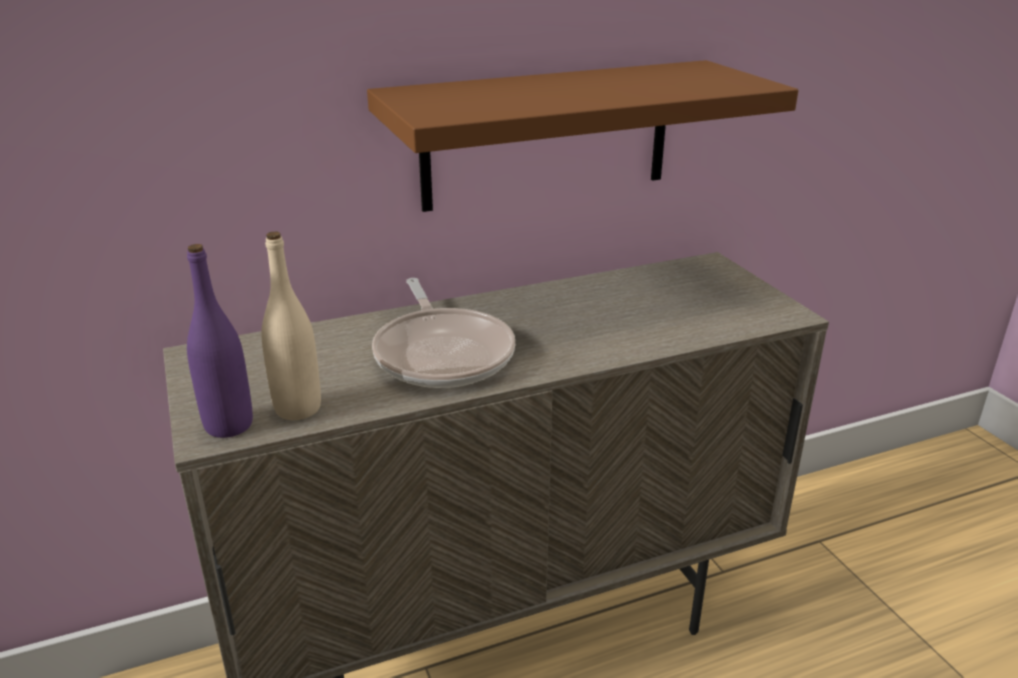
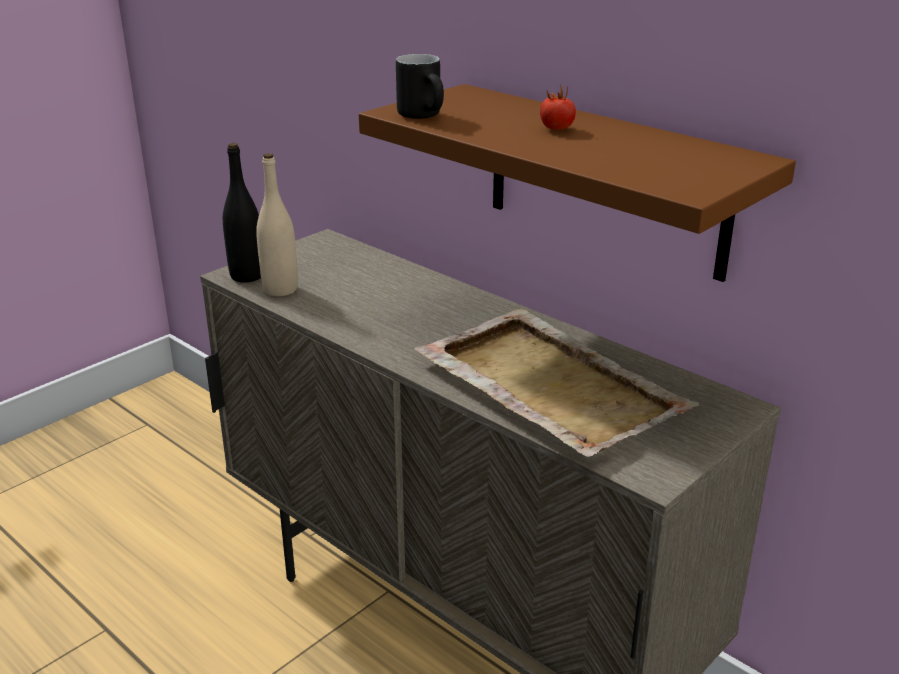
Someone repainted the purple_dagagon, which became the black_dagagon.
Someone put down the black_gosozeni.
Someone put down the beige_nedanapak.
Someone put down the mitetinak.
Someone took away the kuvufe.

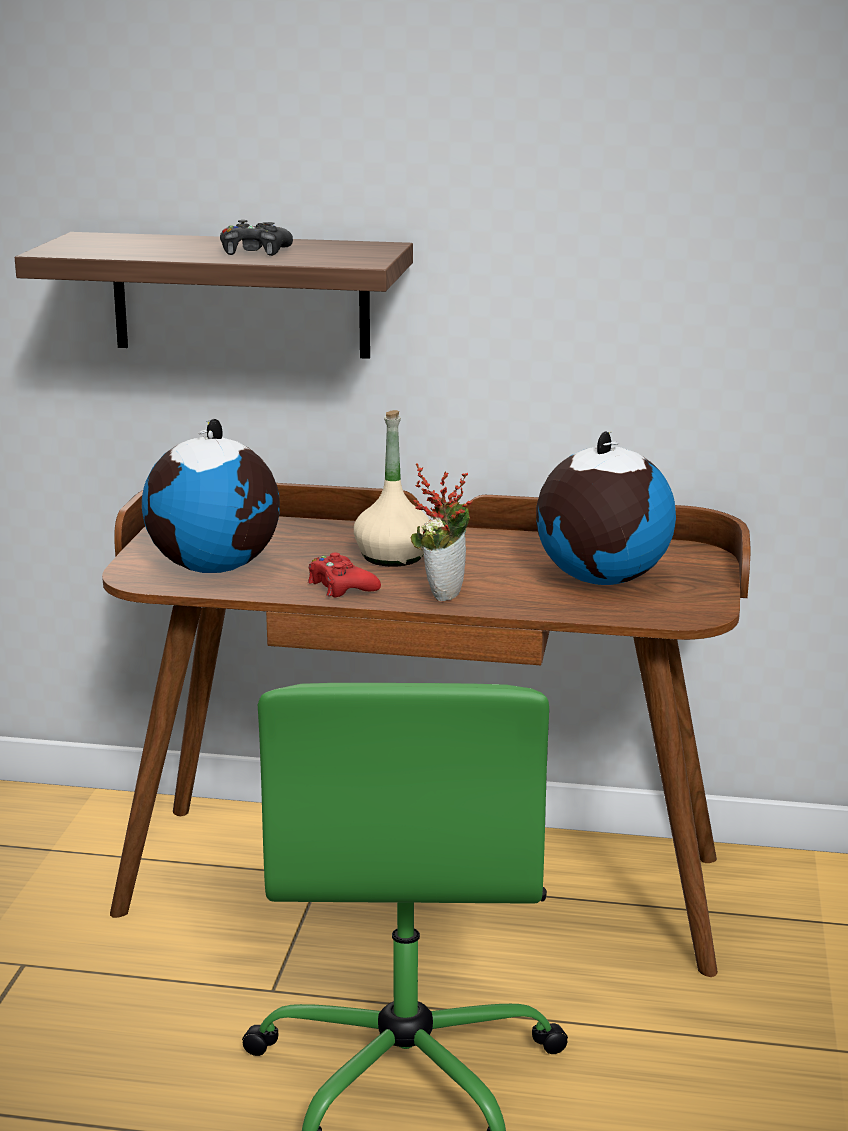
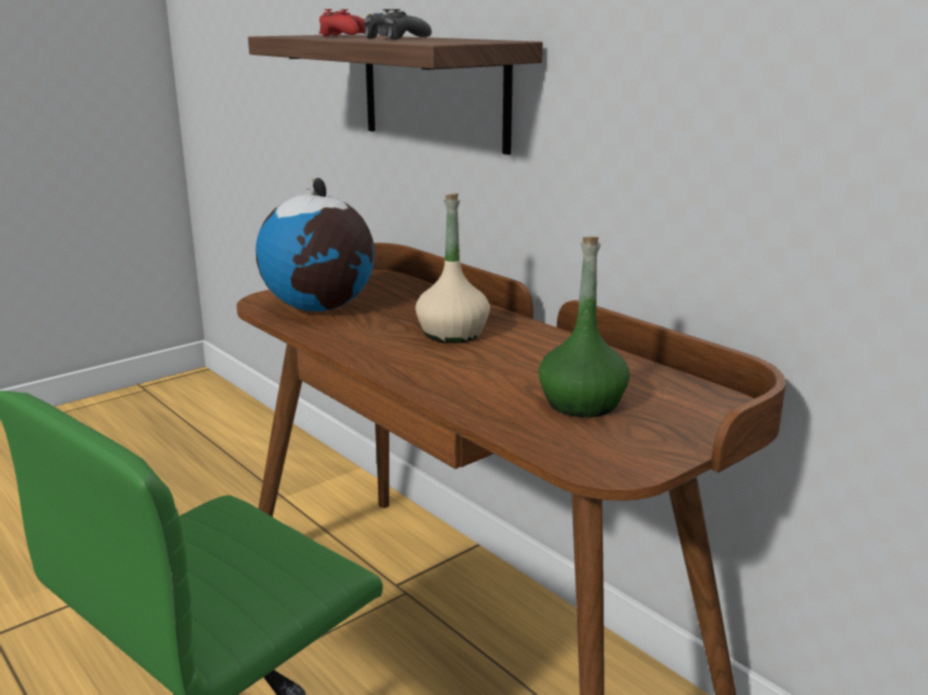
Someone carried the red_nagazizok.
Someone swapped the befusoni (2nd from left) for the green_dagagon.
Someone took away the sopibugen.

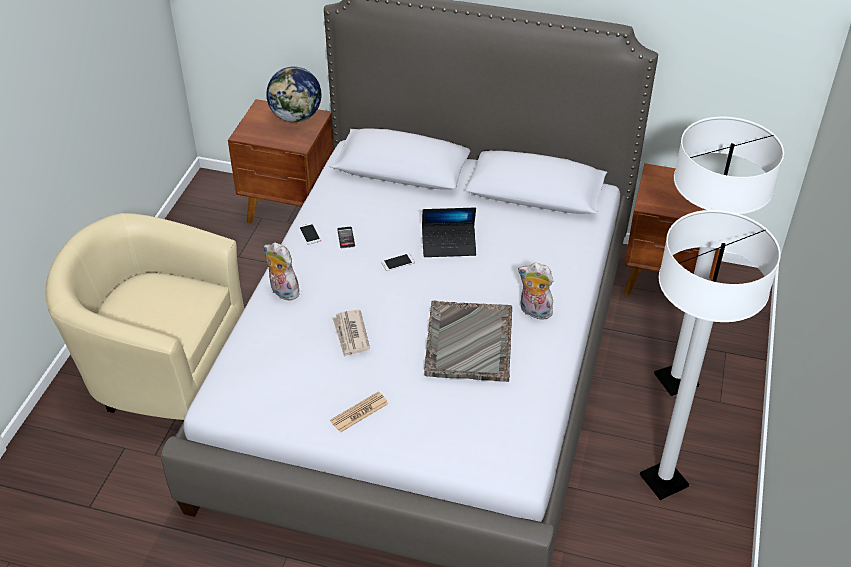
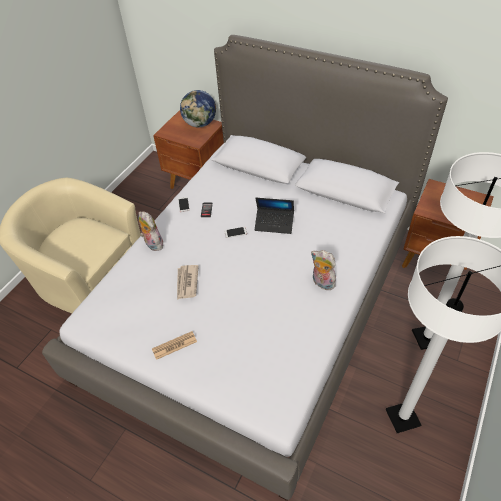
Someone took away the grey_nedanapak.

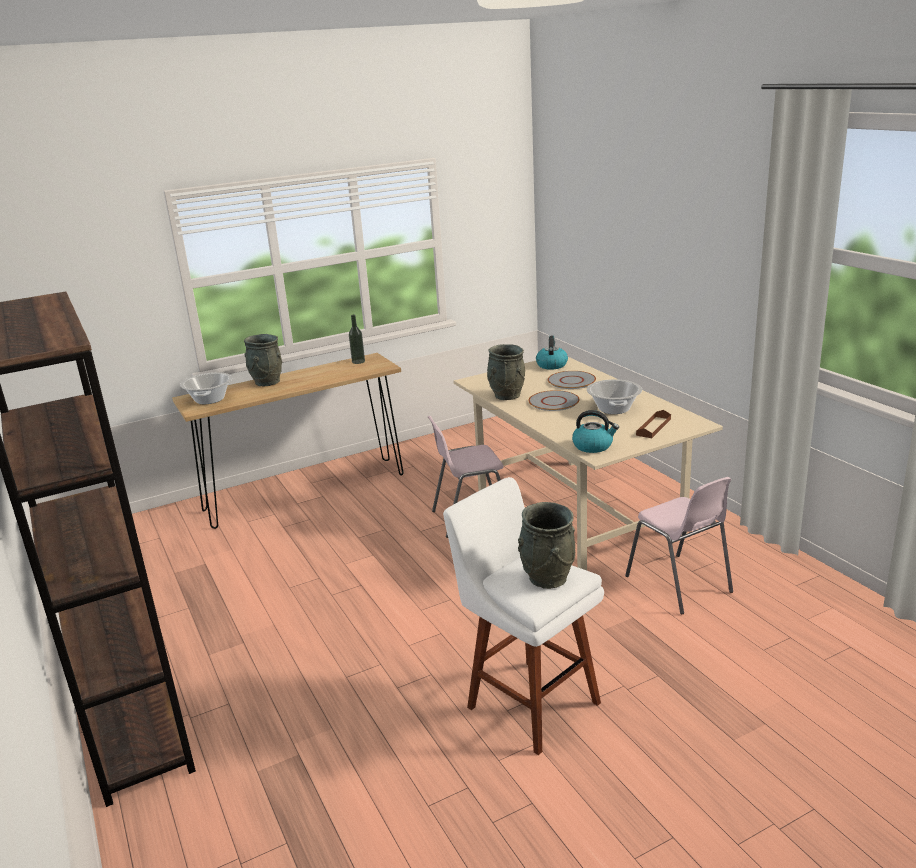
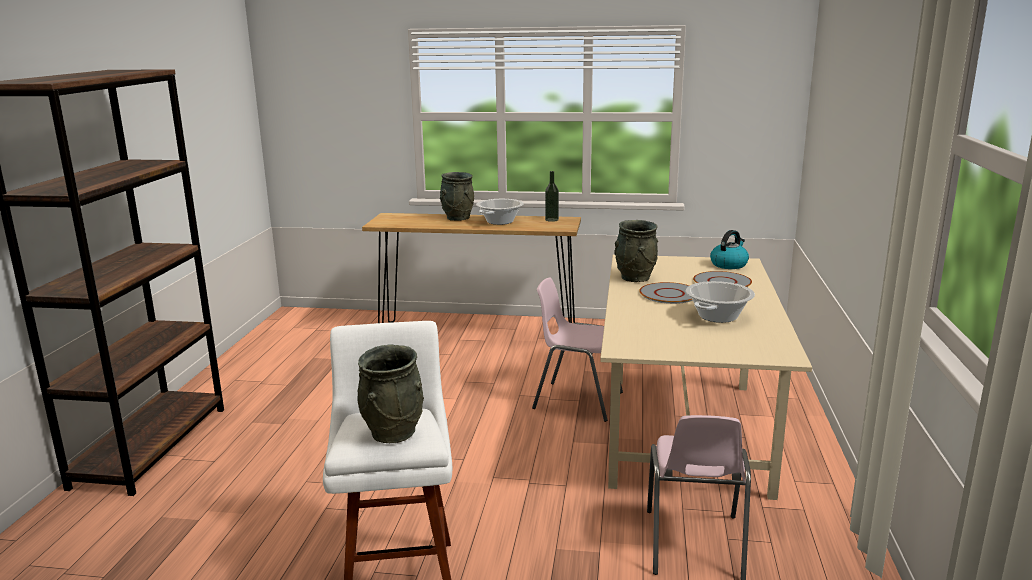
Someone carried the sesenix (1st from left).
Someone took away the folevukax (2nd from left).
Someone took away the brown_nedanapak.

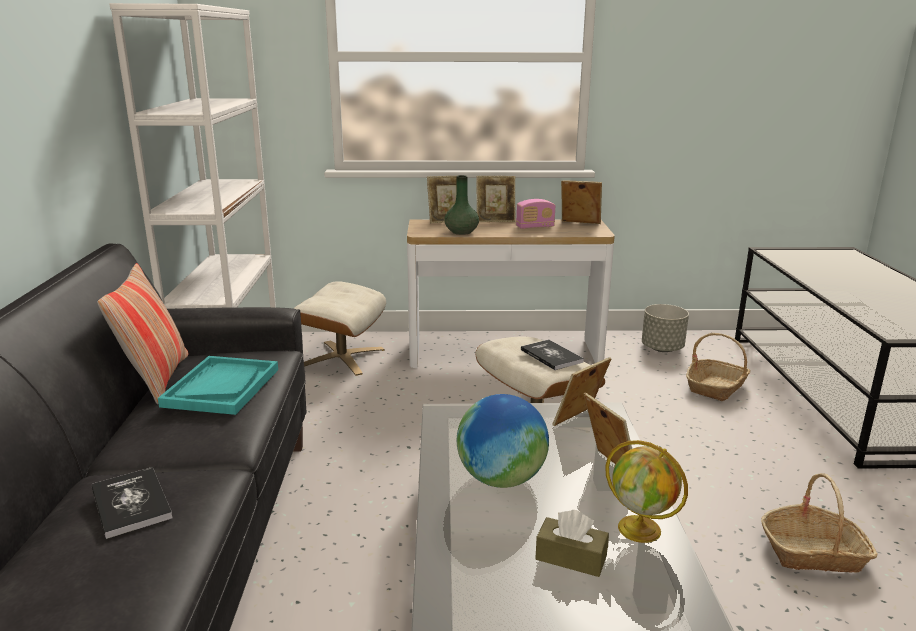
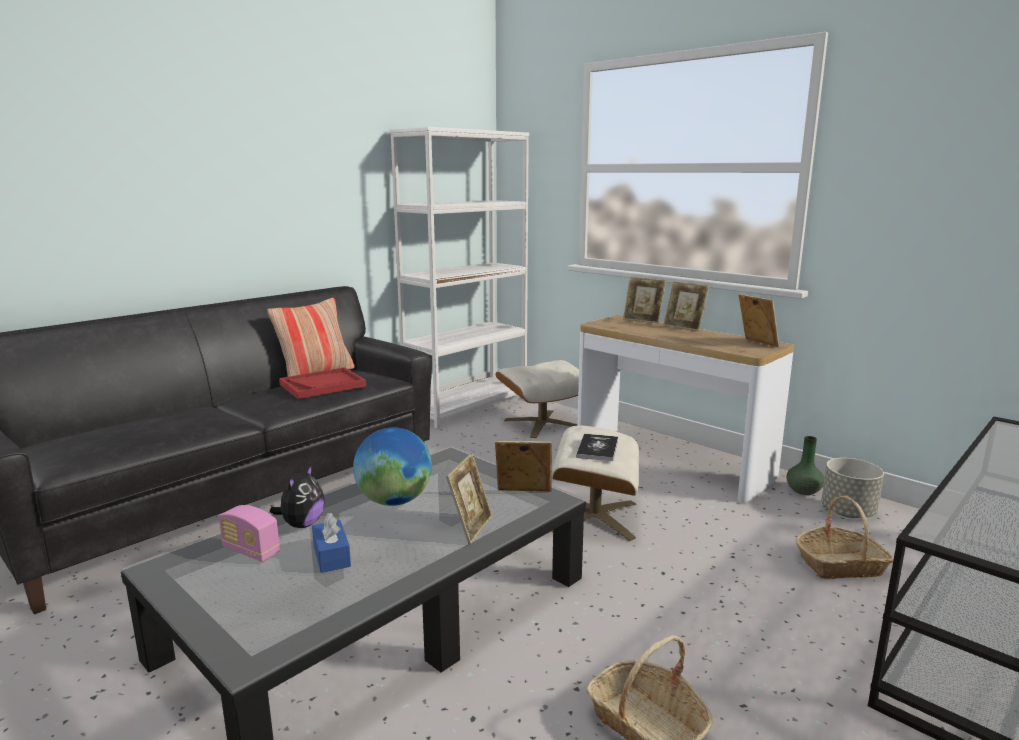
Someone carried the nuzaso.
Someone put down the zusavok.
Someone repainted the turquoise_nedanapak, which became the red_nedanapak.
Someone repainted the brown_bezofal, which became the blue_bezofal.
Someone carried the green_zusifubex.
Someone took away the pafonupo (1st from left).
Someone took away the befusoni (2nd from left).

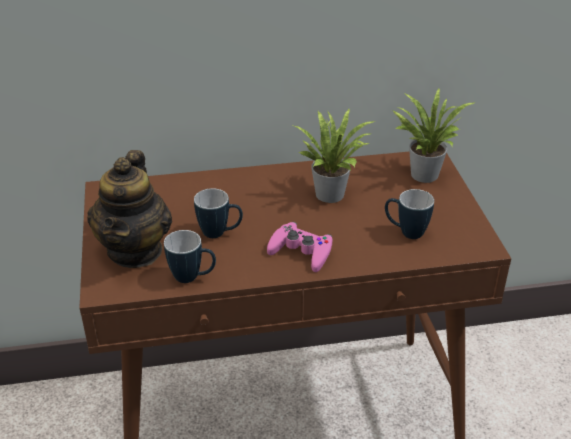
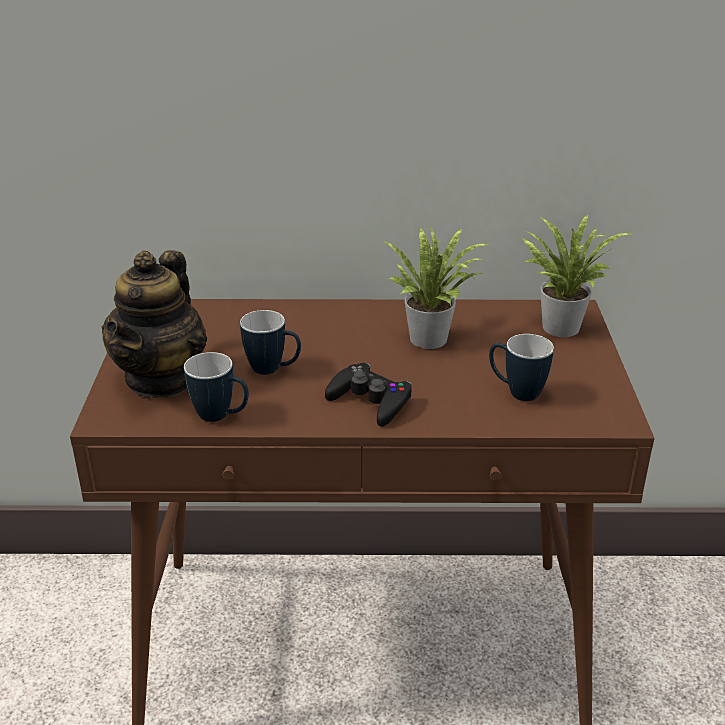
Someone repainted the pink_nagazizok, which became the black_nagazizok.

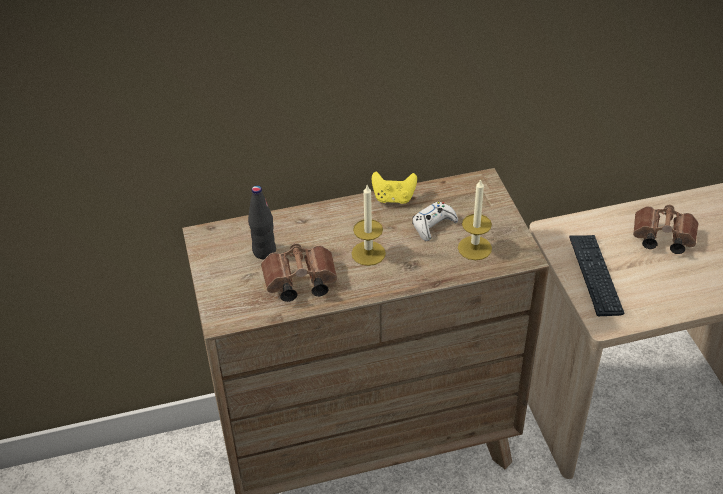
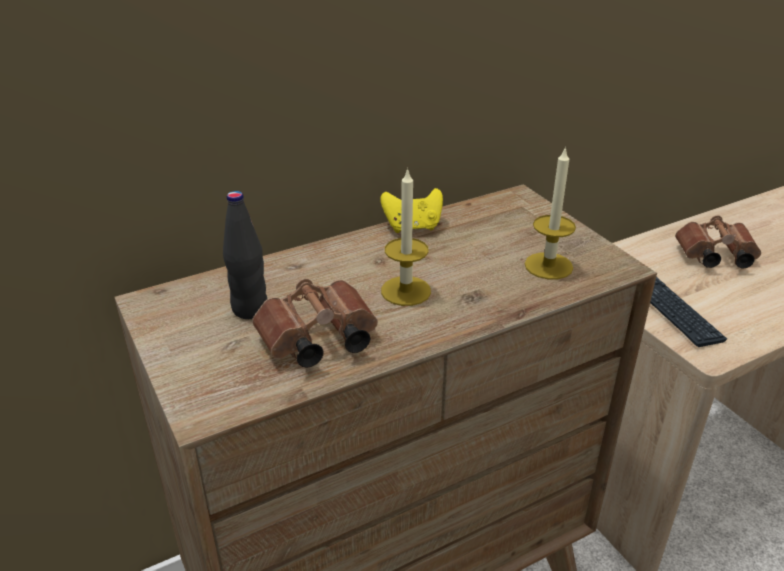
Someone took away the white_nagazizok.

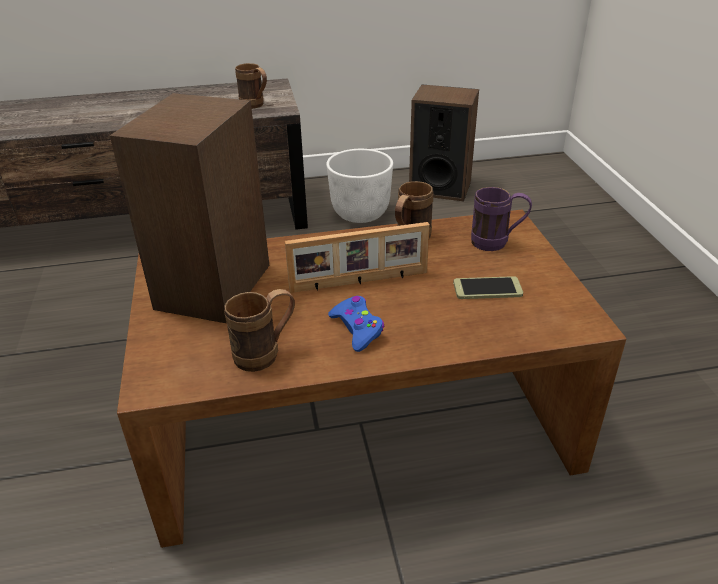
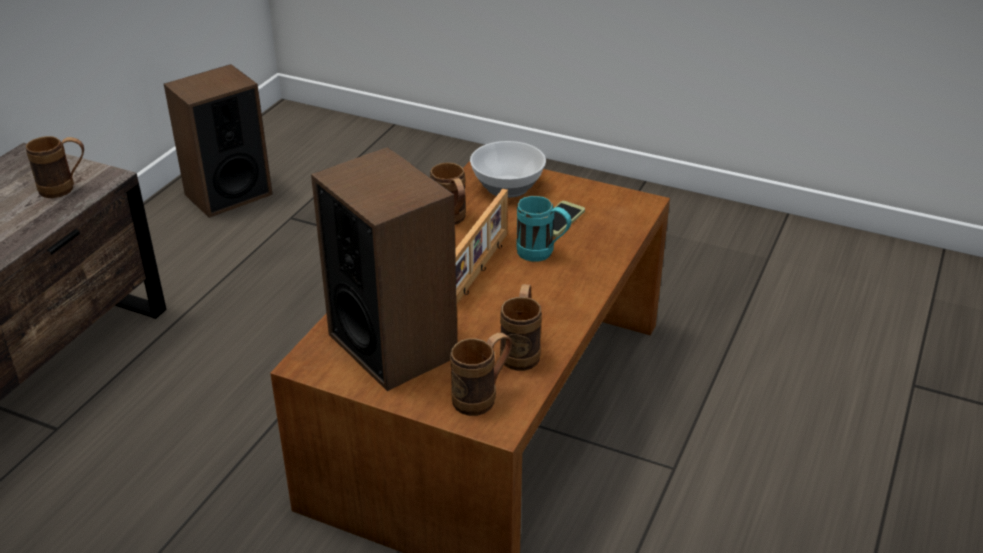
Someone put down the brown_gosozeni (3rd from left).
Someone swapped the purple_gosozeni for the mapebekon.
Someone put down the turquoise_gosozeni.
Someone took away the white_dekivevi.
Someone took away the blue_nagazizok.

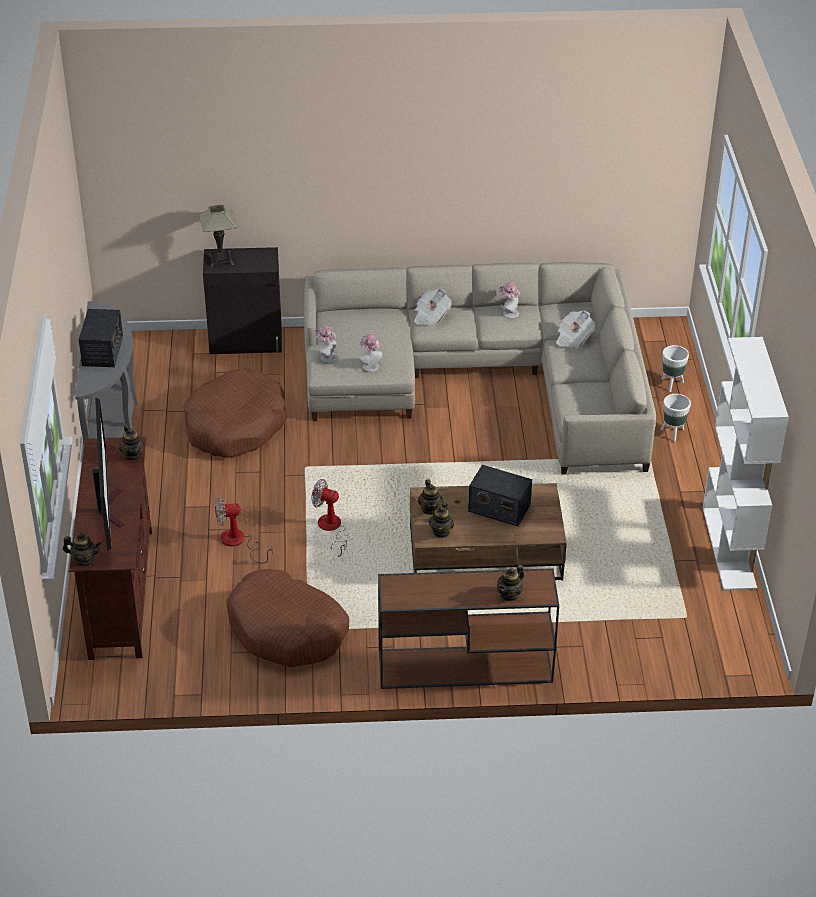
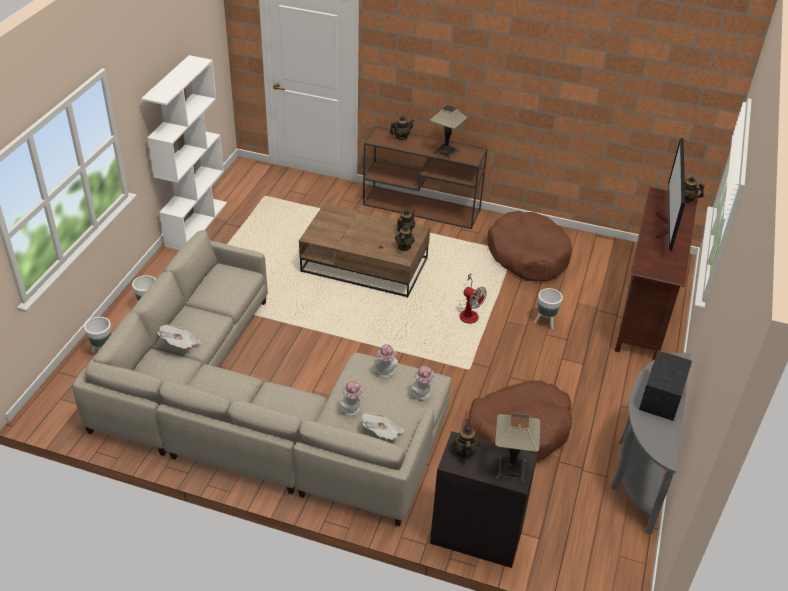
Someone carried the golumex (3rd from left in the first image).
Someone carried the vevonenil (1st from left in the first image).
Someone put down the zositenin (1st from left).
Someone carried the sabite (2nd from left in the first image).
Someone swapped the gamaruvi (1st from left) for the white_dekivevi (3rd from left).
Someone took away the nuzaso (2nd from left).

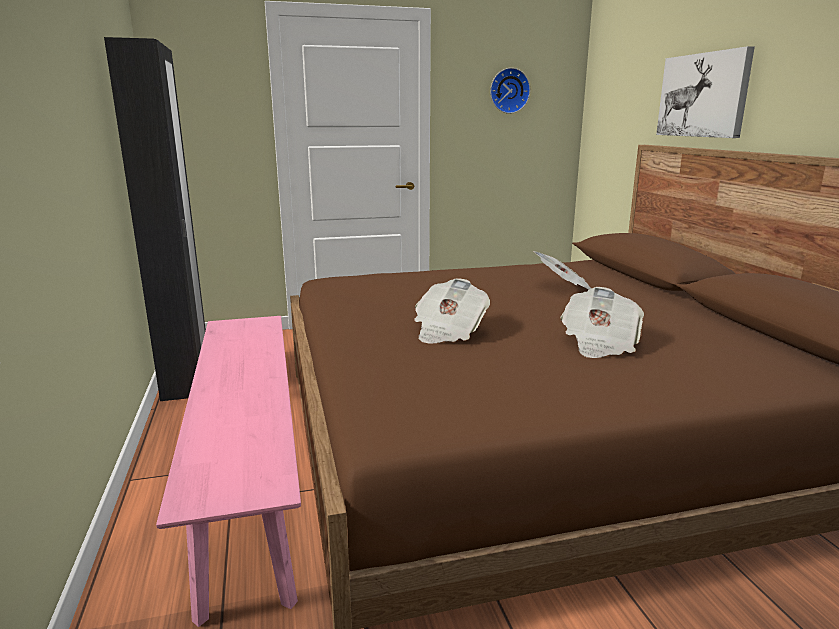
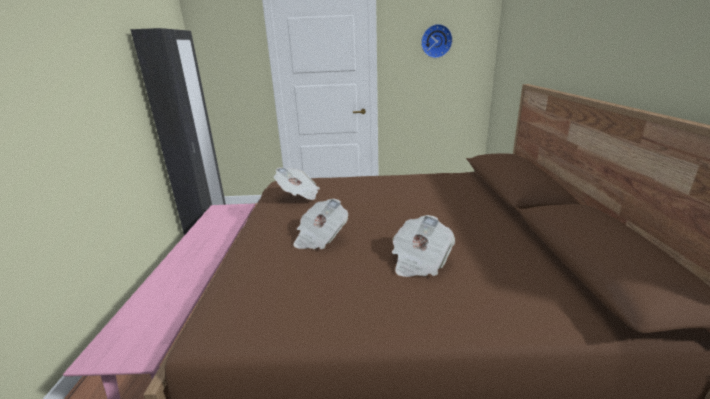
Someone carried the vevonenil (2nd from left in the first image).
Someone took away the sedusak.

